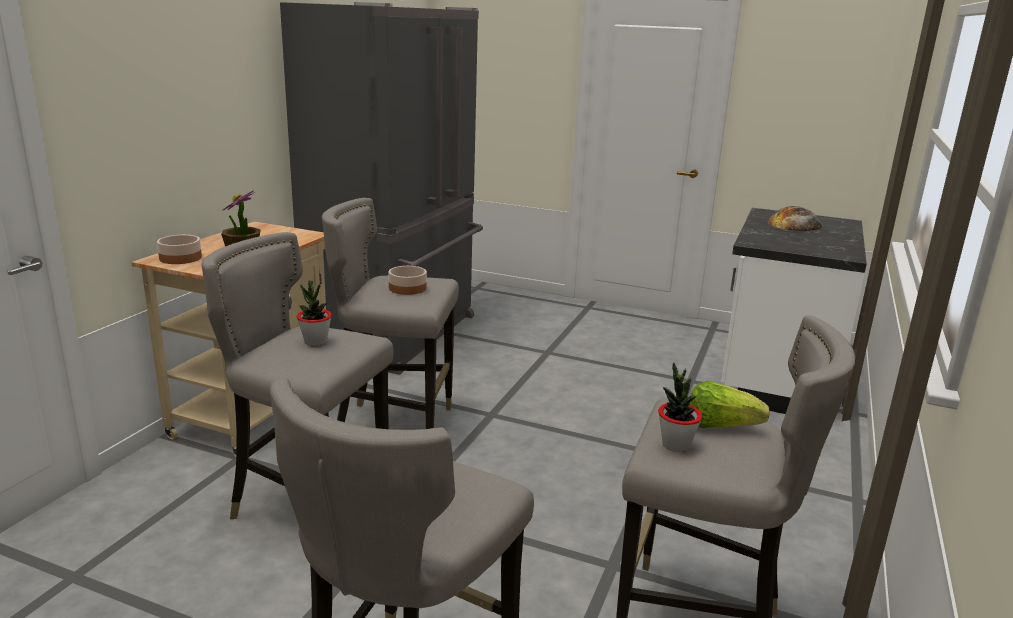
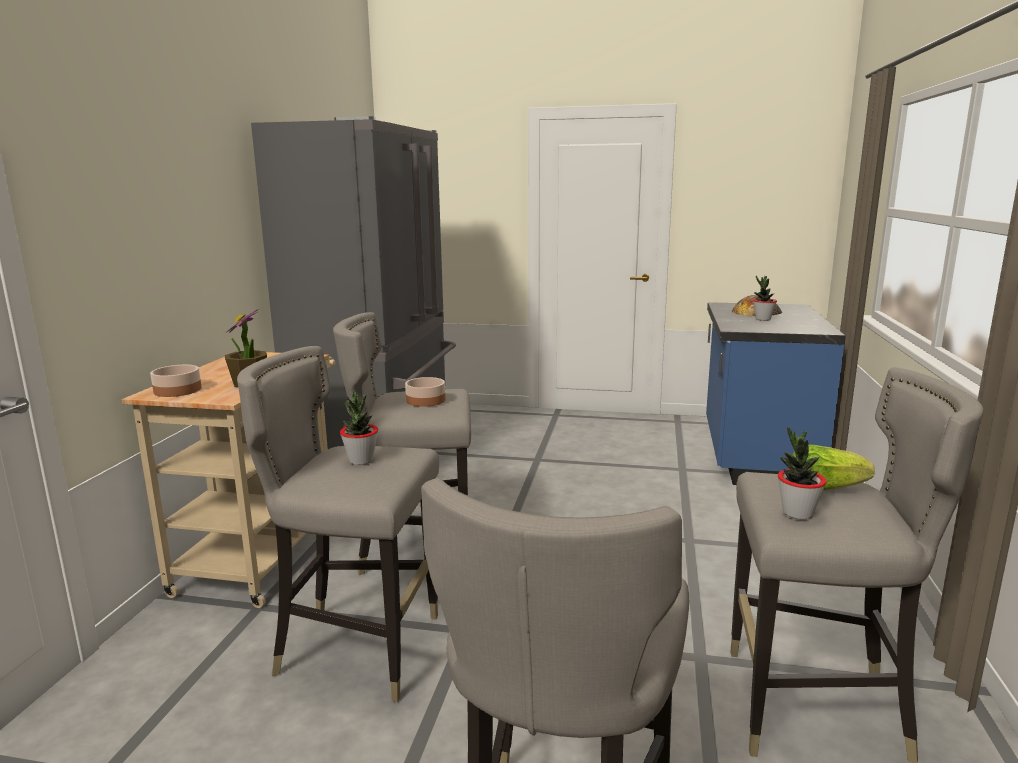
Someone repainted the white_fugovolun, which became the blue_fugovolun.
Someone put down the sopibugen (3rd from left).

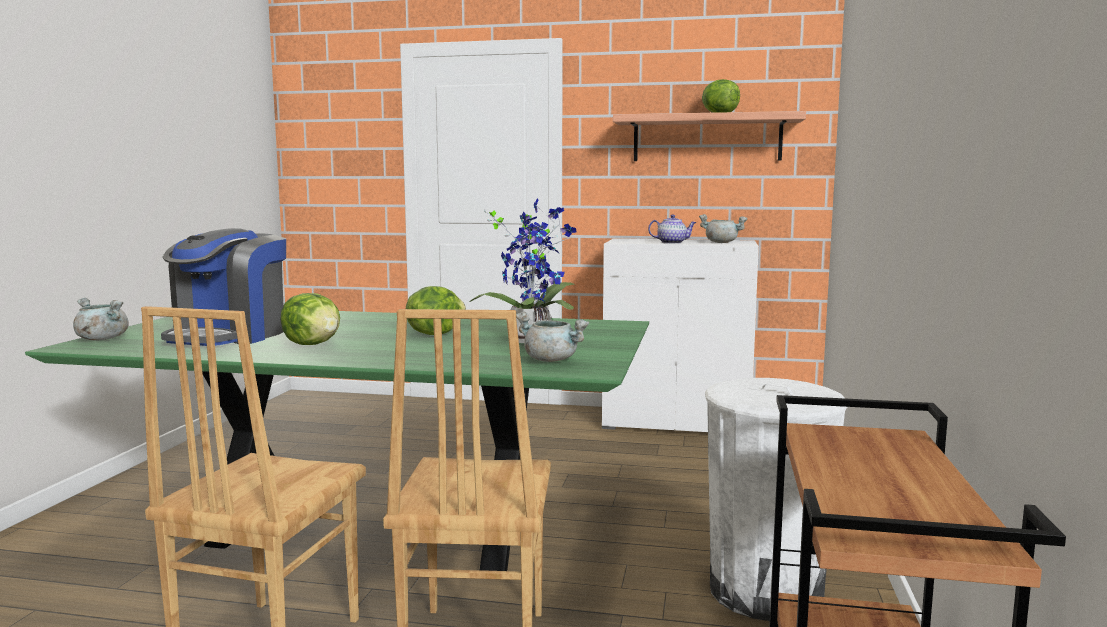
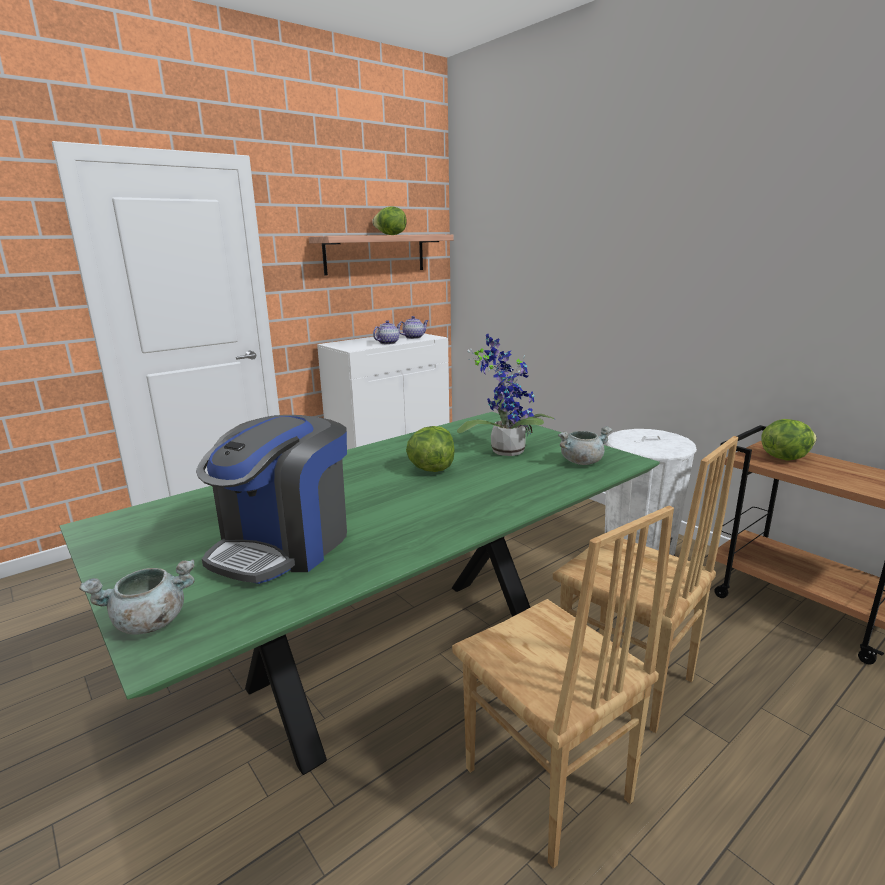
Someone rotated the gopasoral by 60 degrees clockwise.
Someone swapped the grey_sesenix (3rd from left) for the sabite (2nd from left).
Someone carried the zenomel (1st from left in the first image).

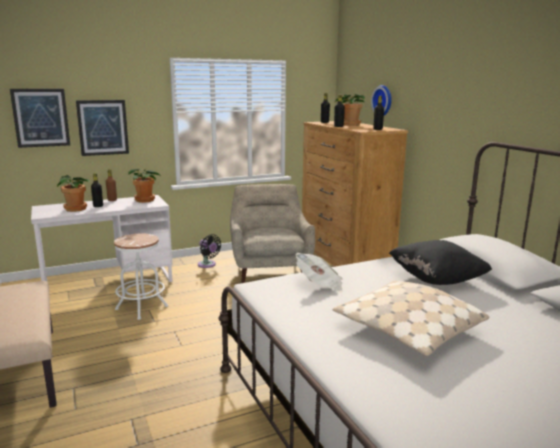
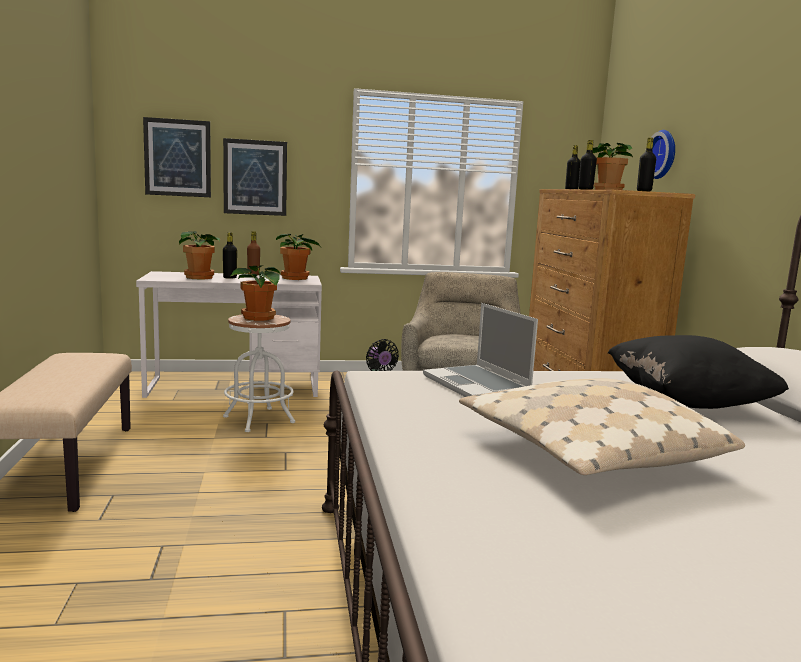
Someone put down the sopibugen (2nd from left).
Someone swapped the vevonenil for the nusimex.

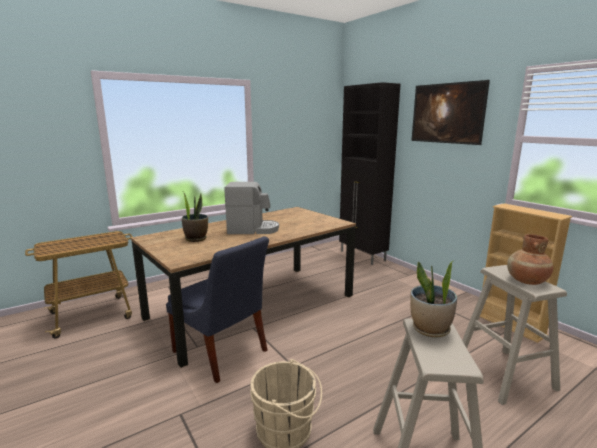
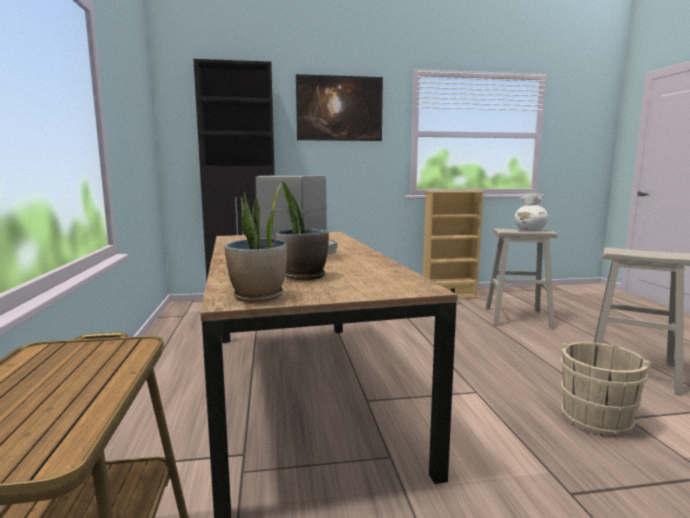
Someone carried the sopibugen (2nd from left in the first image).
Someone repainted the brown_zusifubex, which became the white_zusifubex.
Someone took away the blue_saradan.

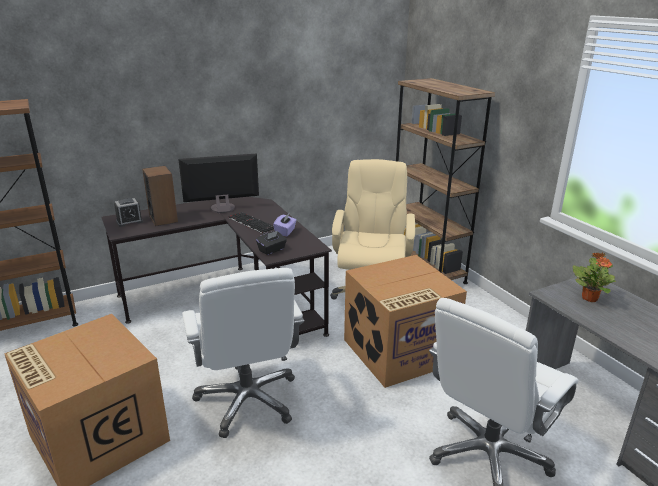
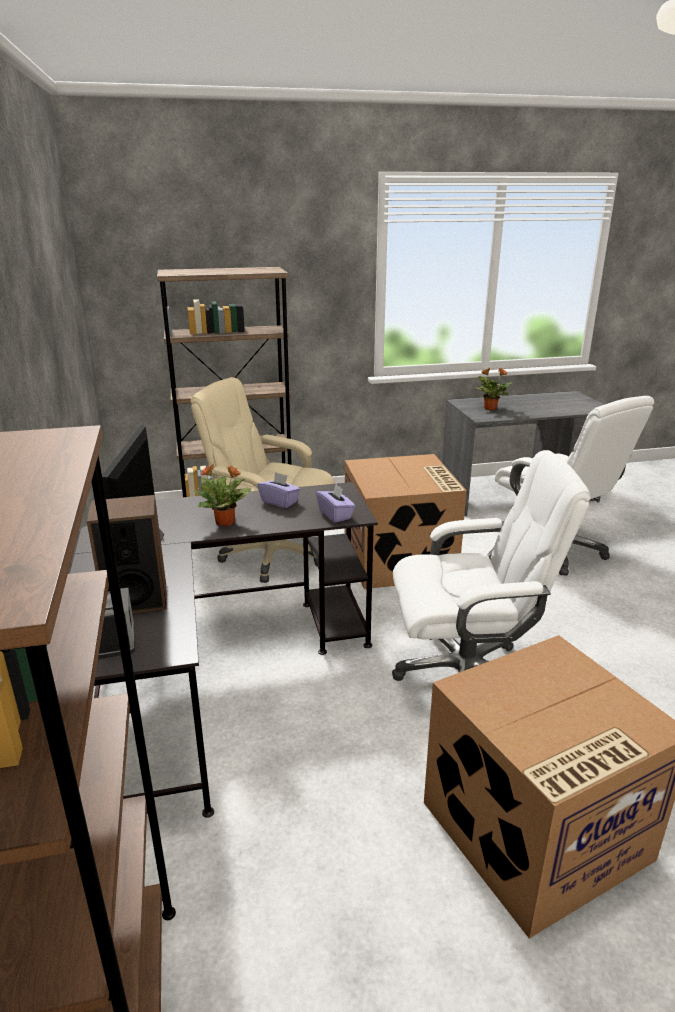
Someone swapped the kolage for the sopibugen (1st from left).
Someone repainted the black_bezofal, which became the purple_bezofal (2nd from left).

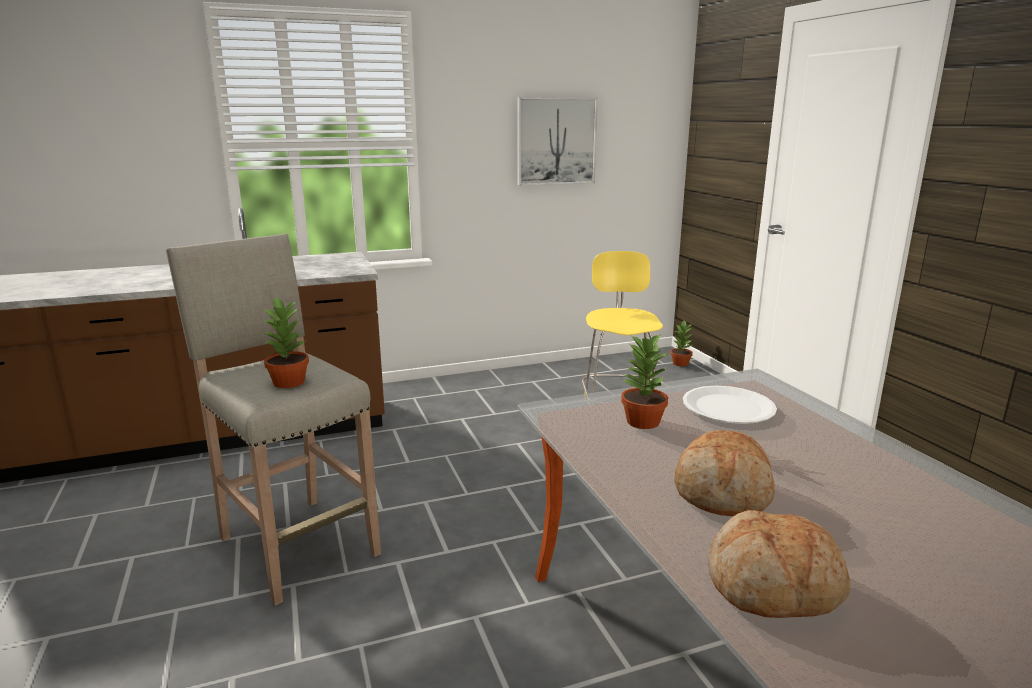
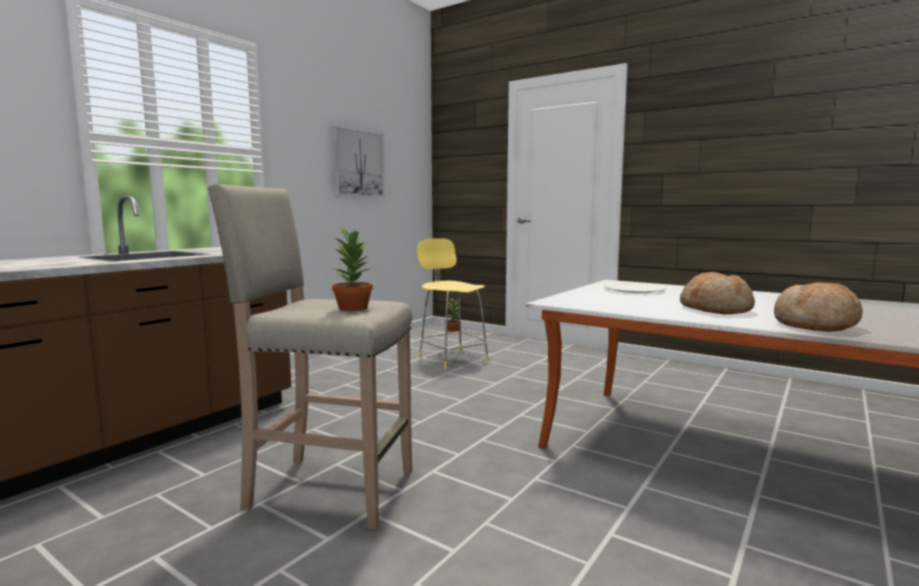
Someone took away the sopibugen (2nd from left).

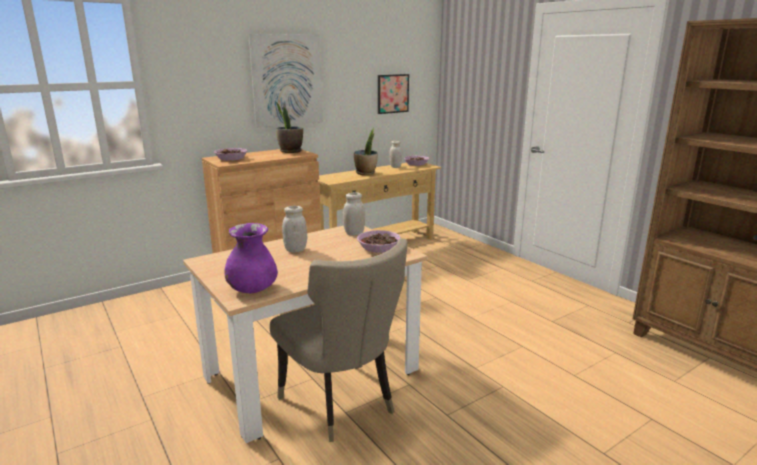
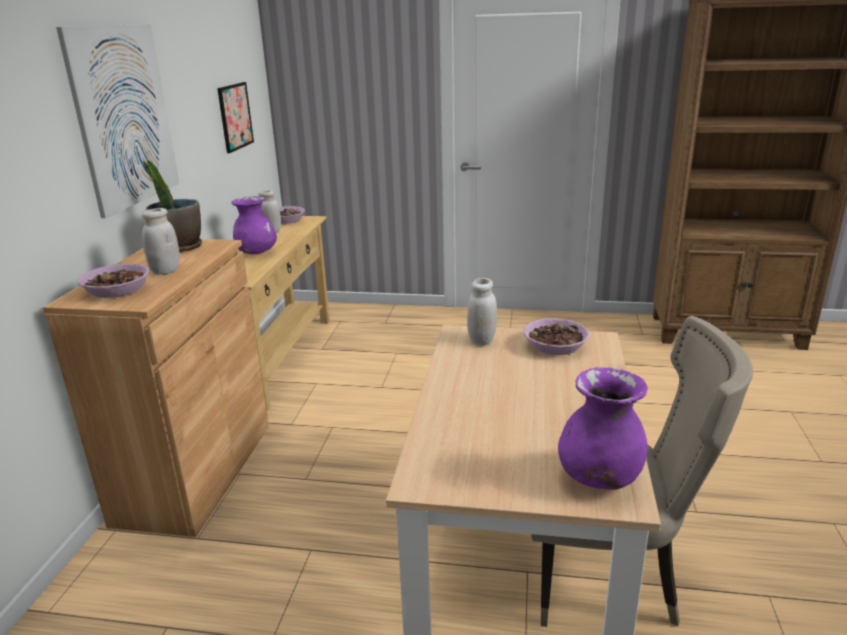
Someone carried the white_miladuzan (1st from left).
Someone swapped the sopibugen (2nd from left) for the purple_zusifubex (1st from left).

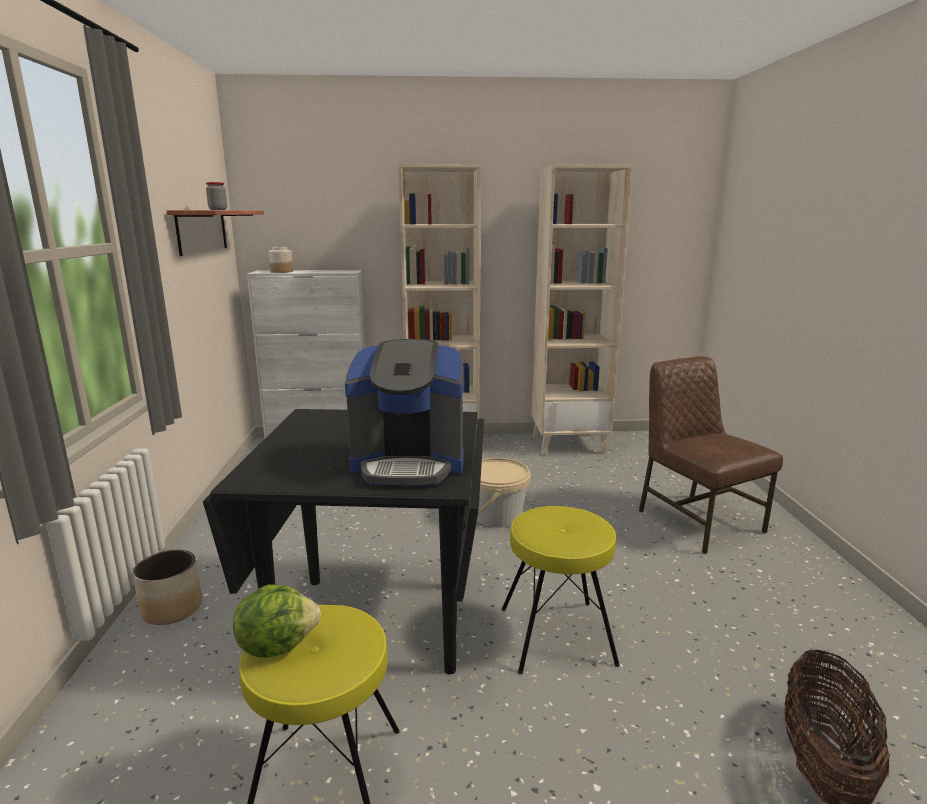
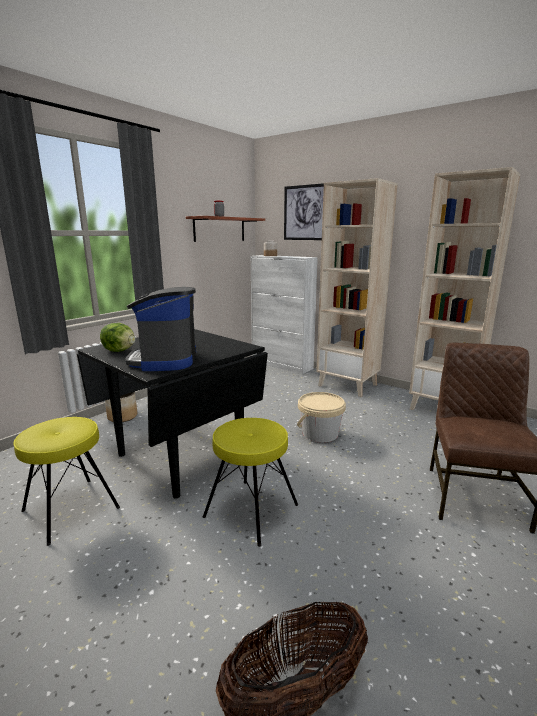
Someone carried the zenomel.
Someone rotated the gopasoral by 45 degrees clockwise.
Someone put up the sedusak.

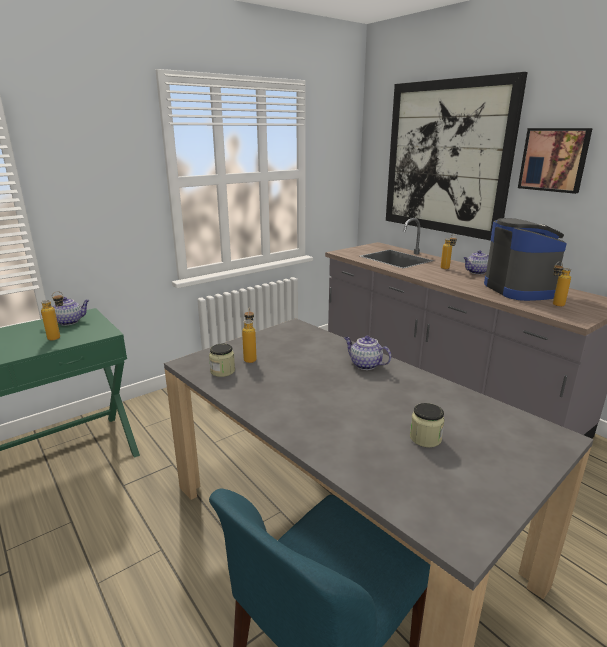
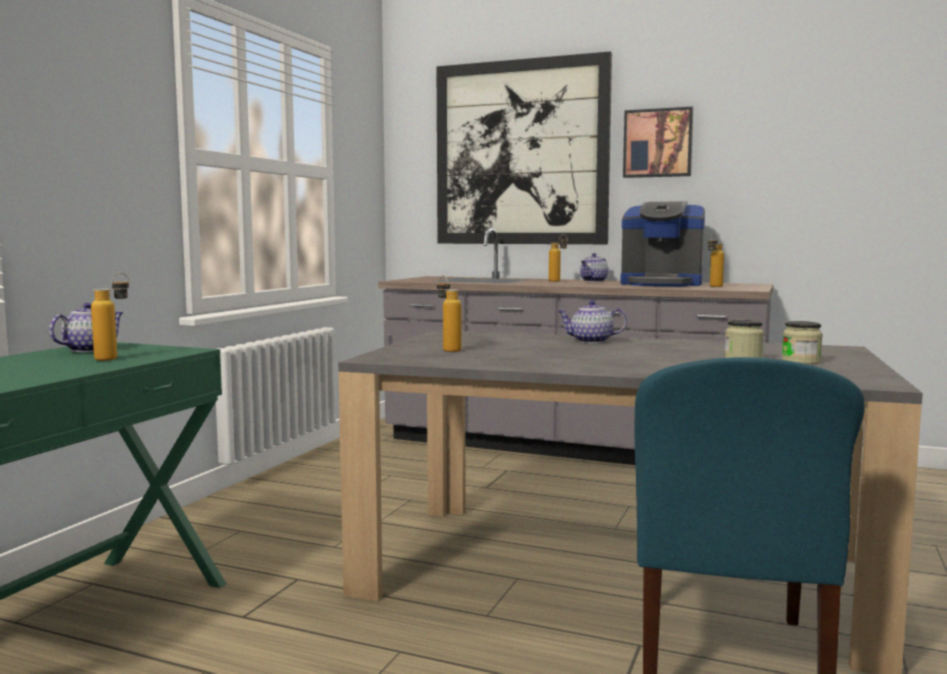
Someone rotated the gopasoral by 150 degrees clockwise.
Someone carried the miladuzan (1st from left in the first image).

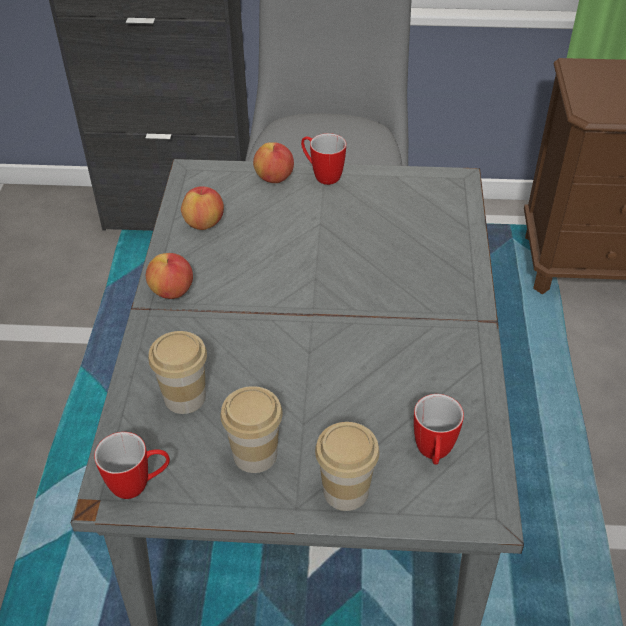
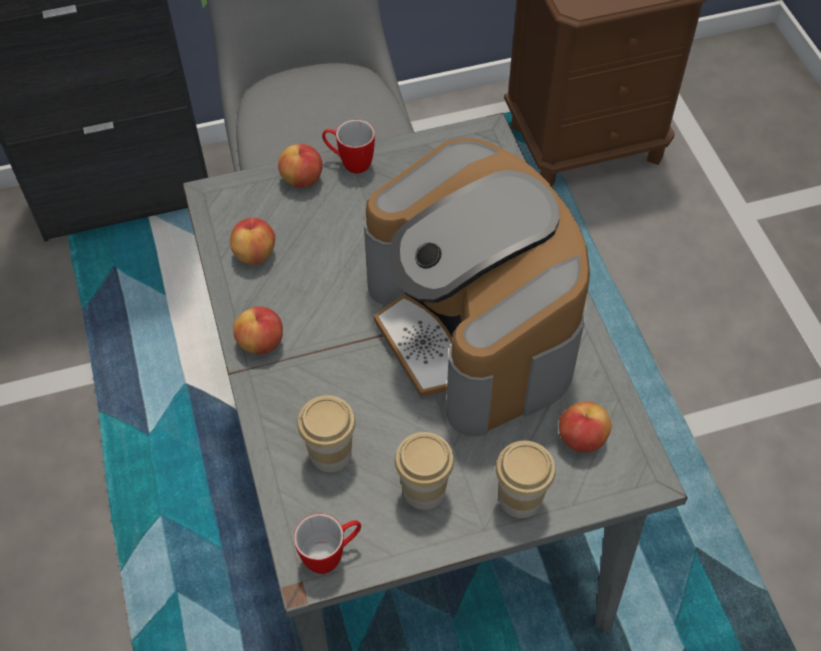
Someone put down the gopasoral.
Someone swapped the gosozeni (3rd from left) for the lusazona (4th from left).

